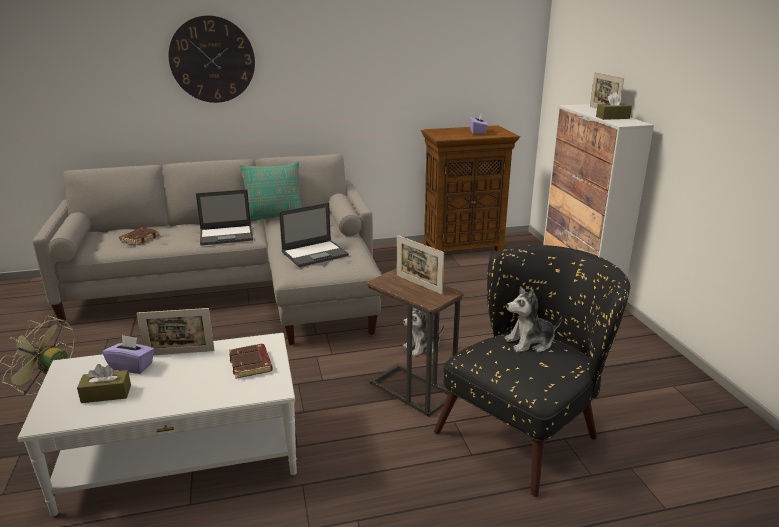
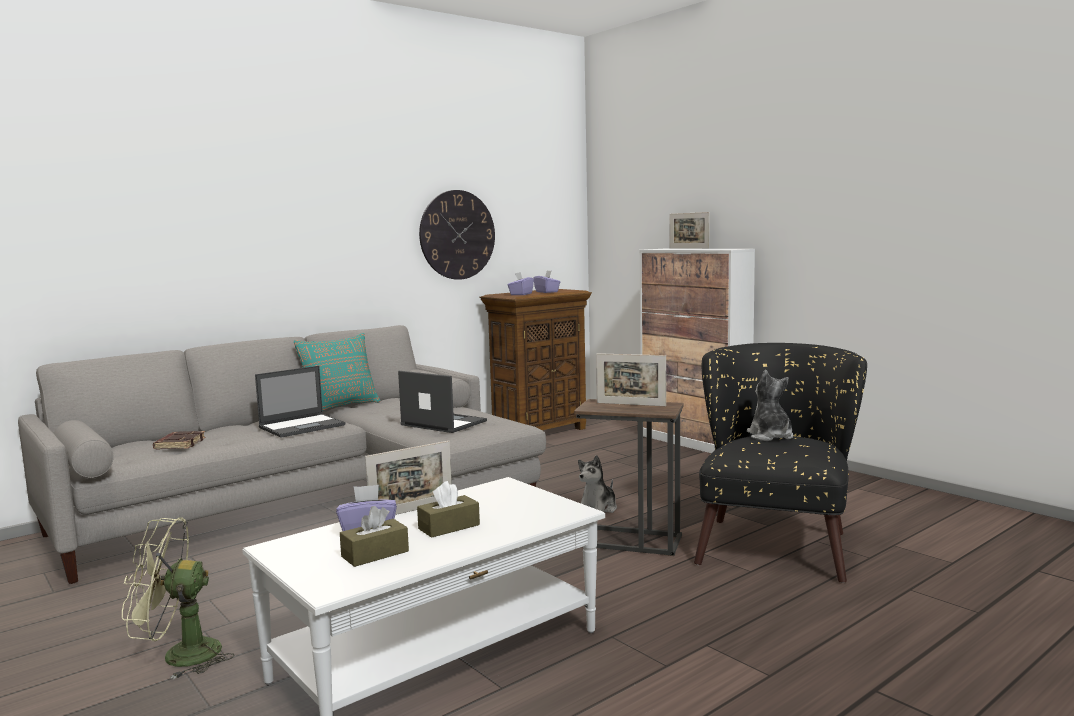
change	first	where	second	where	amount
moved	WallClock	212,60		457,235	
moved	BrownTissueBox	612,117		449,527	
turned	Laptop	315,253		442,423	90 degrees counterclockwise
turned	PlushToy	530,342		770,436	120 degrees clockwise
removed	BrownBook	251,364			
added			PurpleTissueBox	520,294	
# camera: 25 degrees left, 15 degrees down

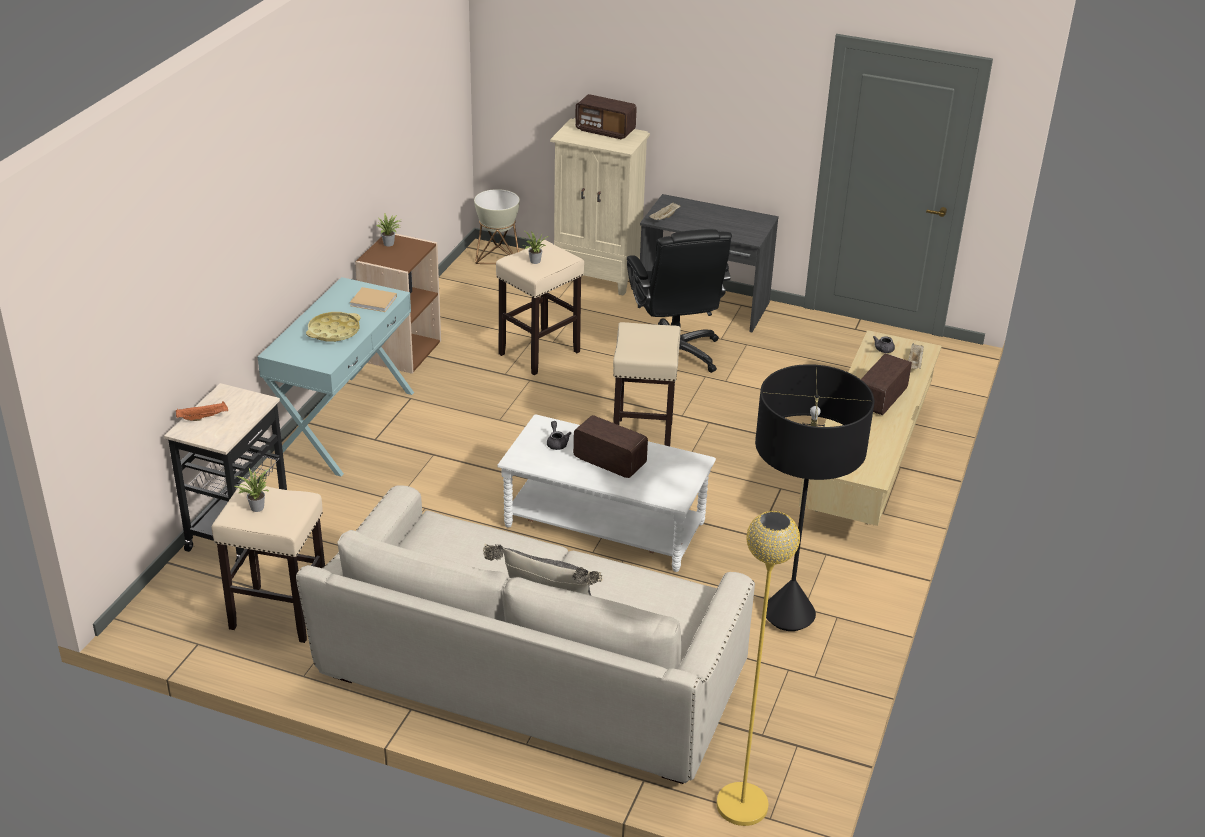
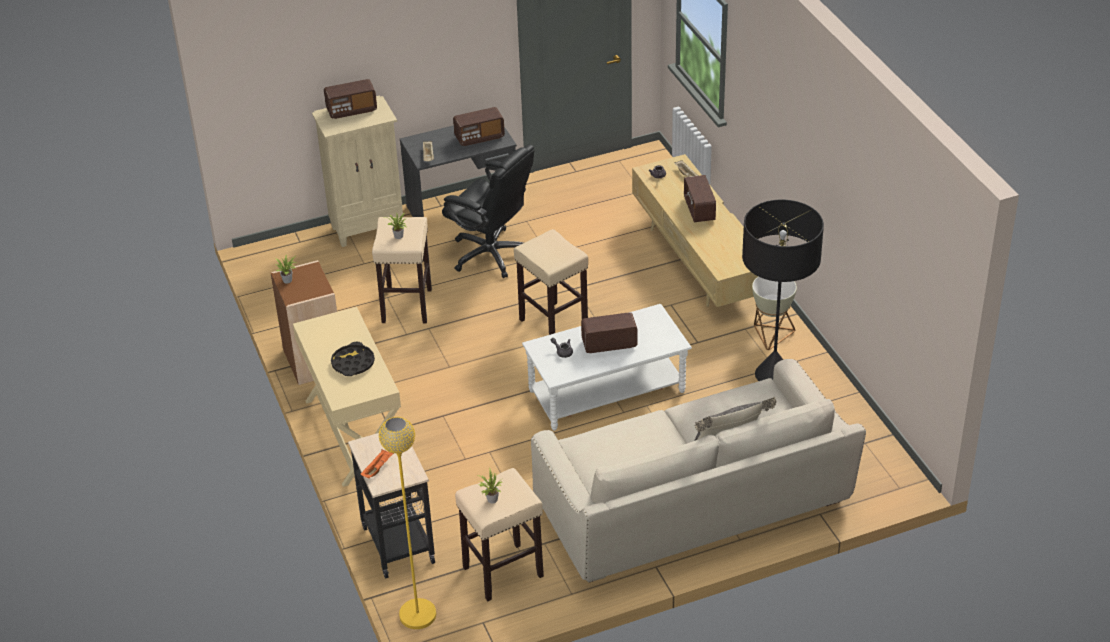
change	first	where	second	where	amount
moved	Planter	498,257		771,334	
recoloured	TurquoiseConsoleTable	344,424	BeigeConsoleTable	354,433	
removed	BeigeBook	374,301			
recoloured	YellowTray	334,331	BlackTray	353,363	
moved	YellowFloorLamp	741,805		417,615	
added			Radio	479,137	
# camera: 40 degrees left, 5 degrees up

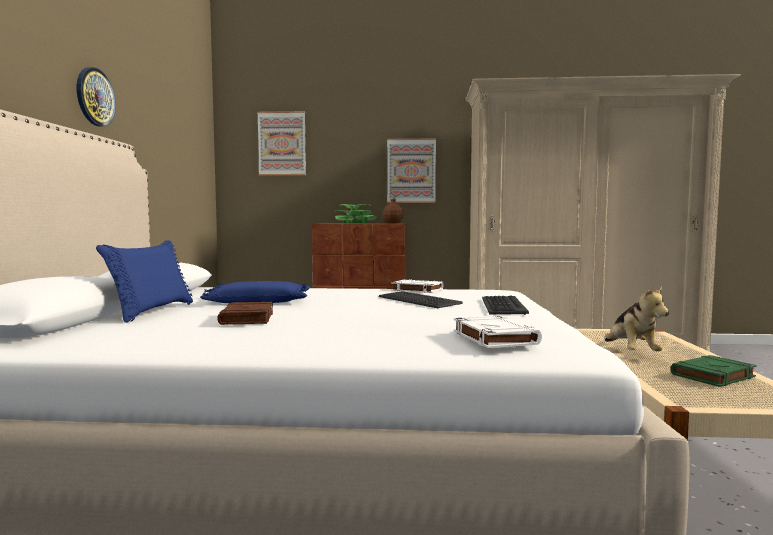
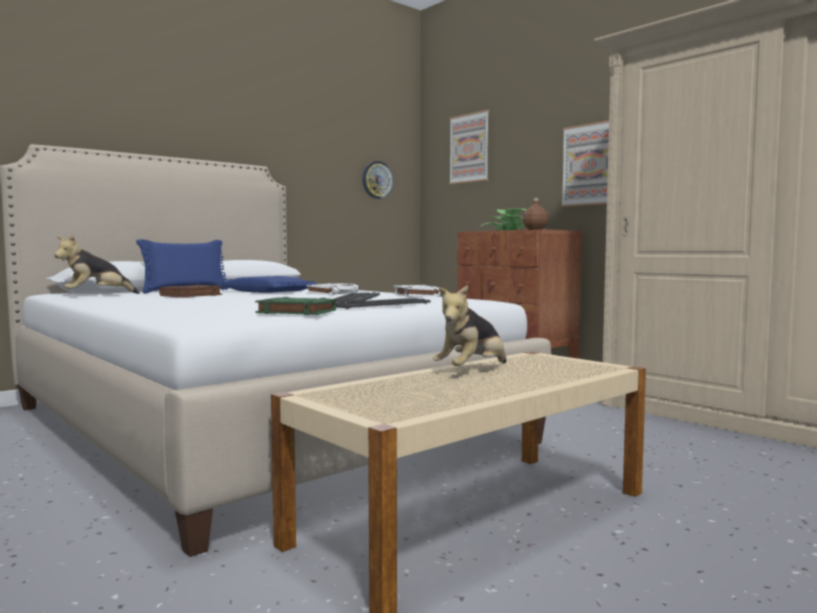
change	first	where	second	where	amount
moved	WallClock	95,97		377,180	
moved	WhiteBook	493,338		333,293	
moved	GreenBook	712,376		295,312	
added			PlushToy	96,295	
# camera: 45 degrees right, 0 degrees up

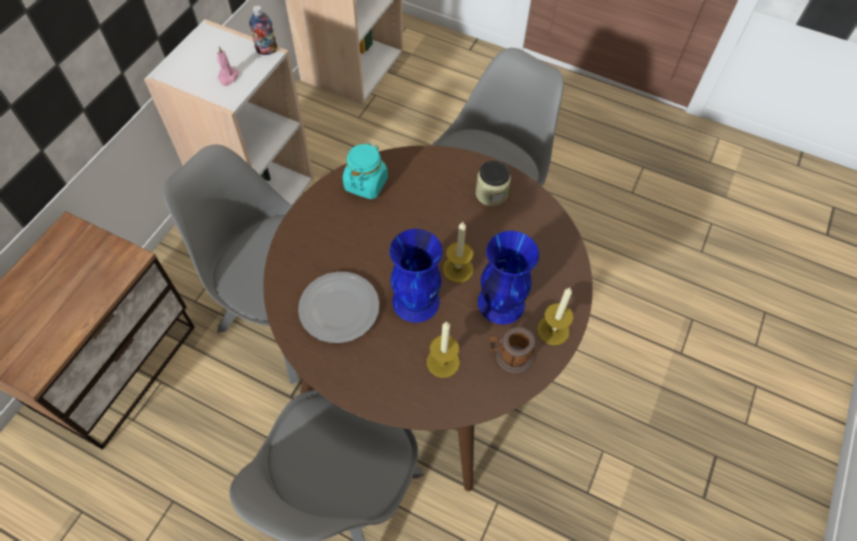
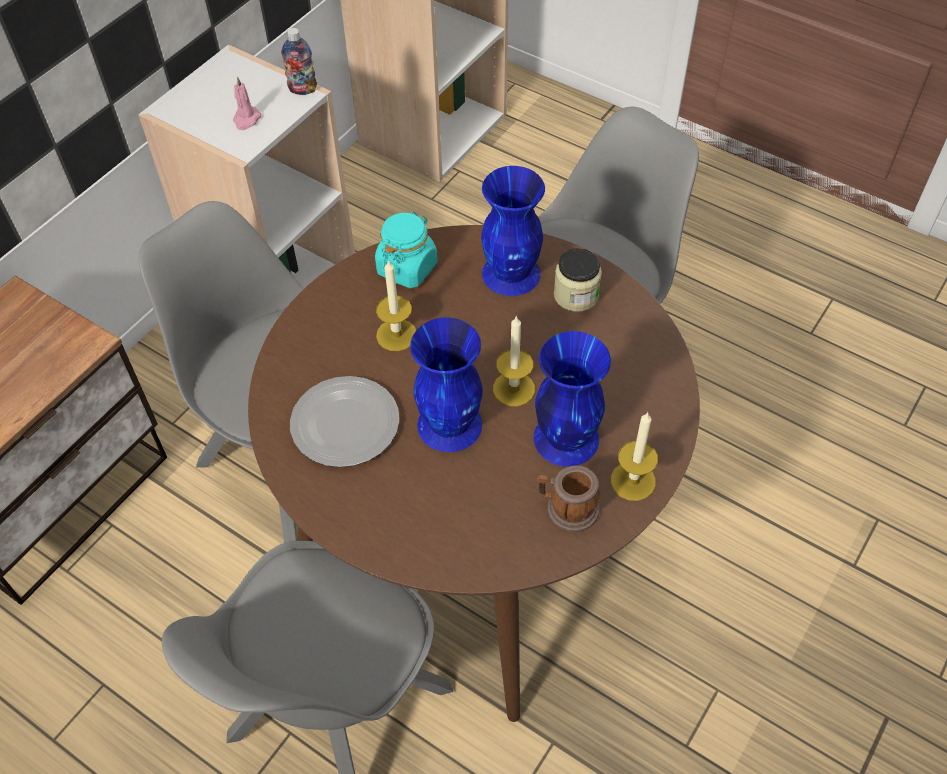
change	first	where	second	where	amount
moved	Candle	443,362		396,335	
added			BlueVase	511,274	
# camera: 10 degrees right, 5 degrees down

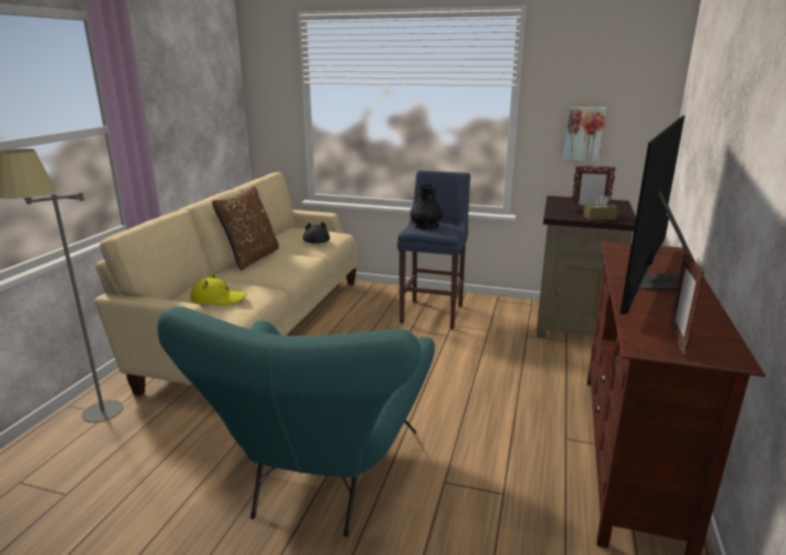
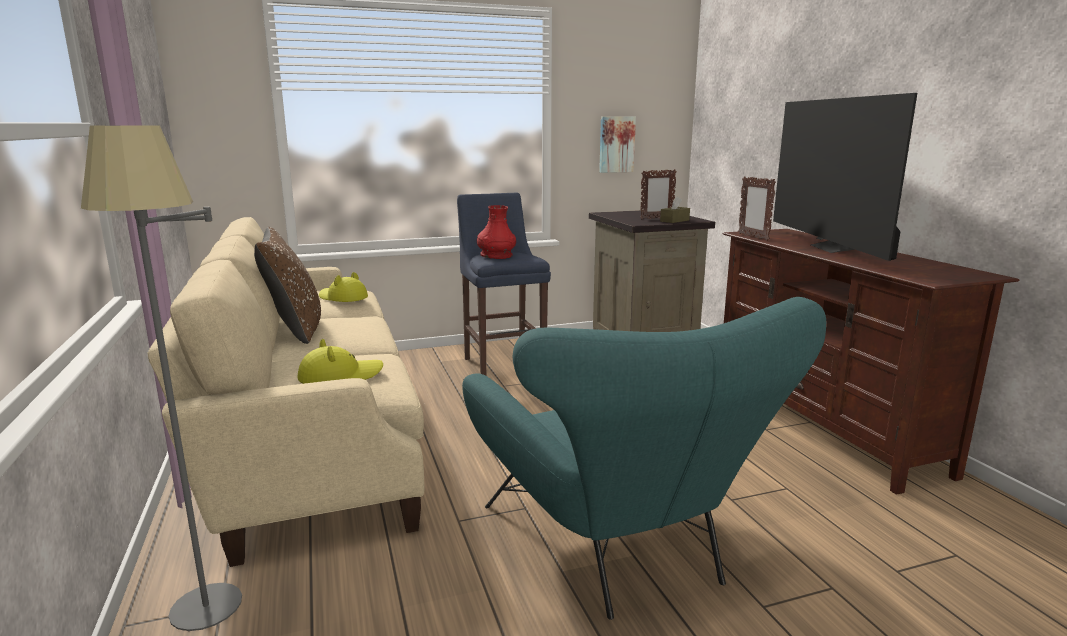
change	first	where	second	where	amount
recoloured	BlackVase	425,225	RedVase	496,256	
recoloured	BlackHat	315,239	YellowHat	342,298	
moved	PictureFrame	677,341		753,237	
# camera: 35 degrees left, 5 degrees down

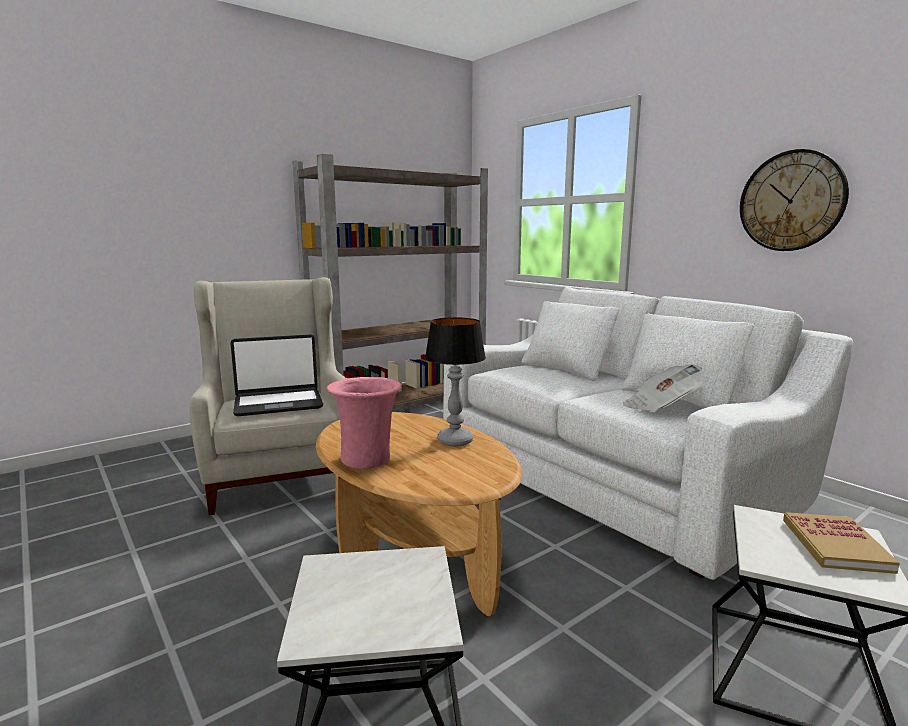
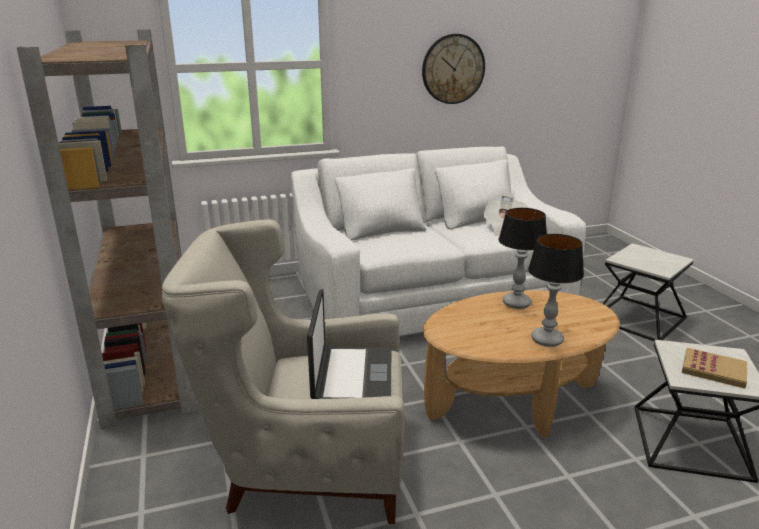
change	first	where	second	where	amount
replaced	PinkVase	367,459	TableLamp	546,340	
moved	Book	835,545		713,370	
# camera: 70 degrees left, 10 degrees up

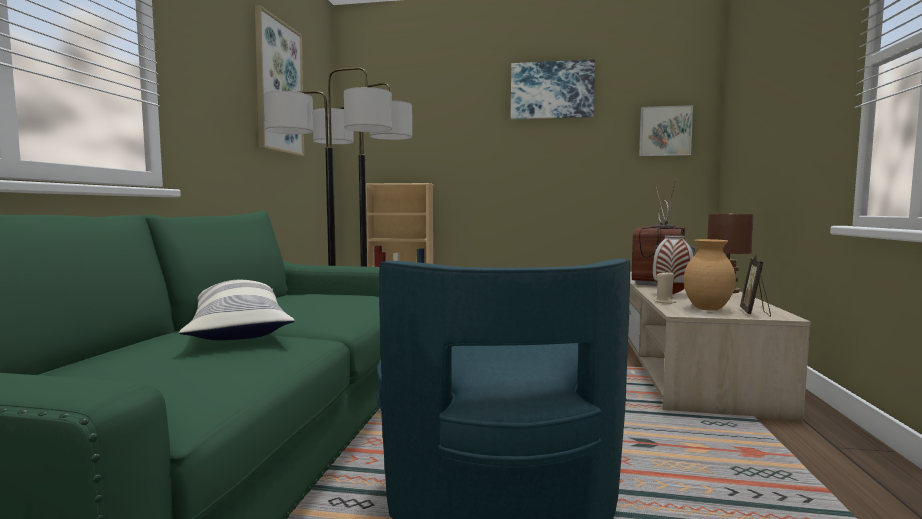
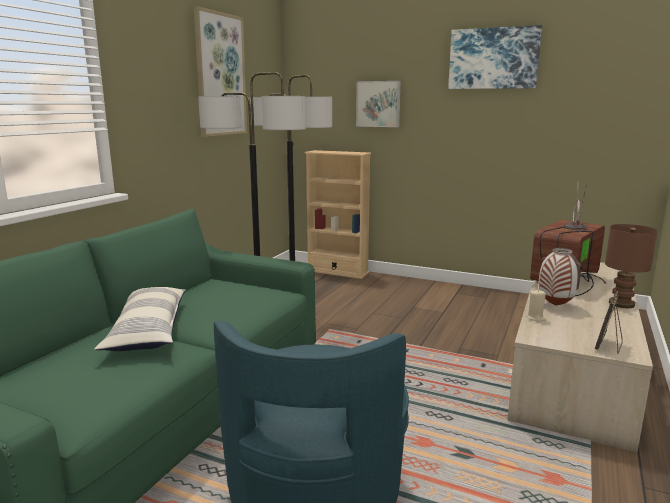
change	first	where	second	where	amount
moved	Picture	664,131		378,104	
removed	BrownVase	708,309			
# camera: 15 degrees right, 10 degrees up

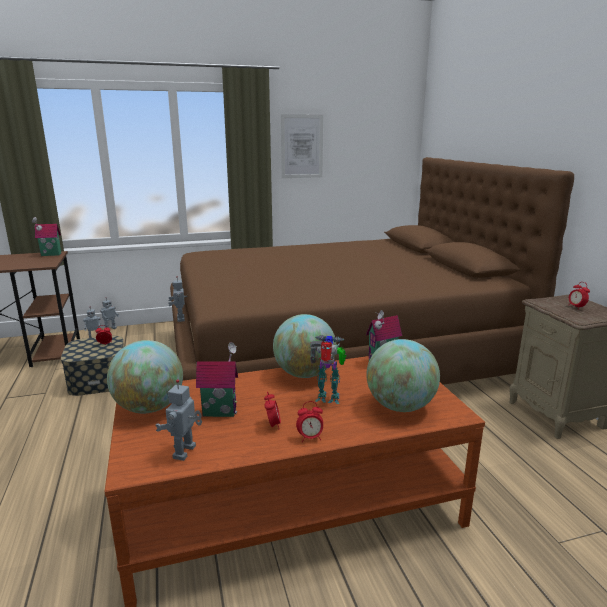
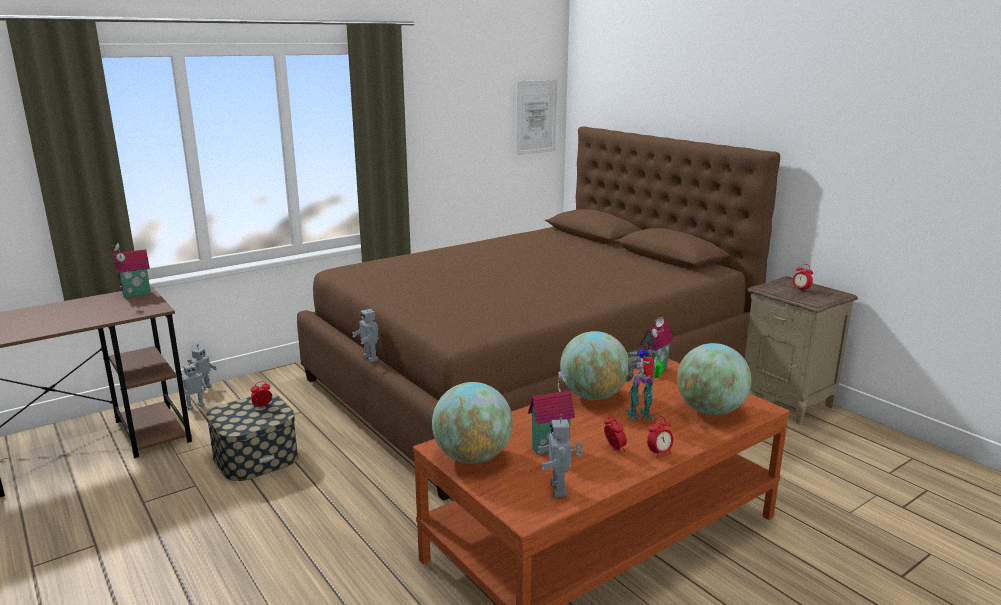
change	first	where	second	where	amount
moved	Picture	301,146		536,117	
# camera: 20 degrees left, 0 degrees up

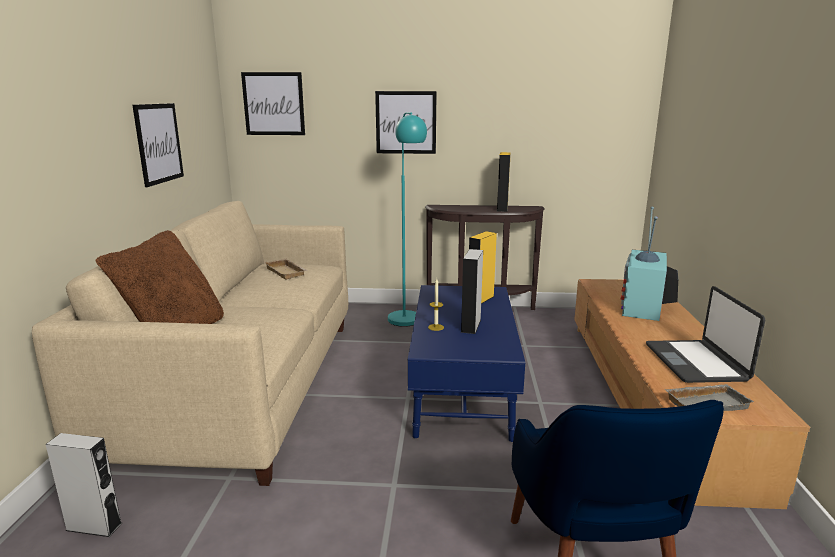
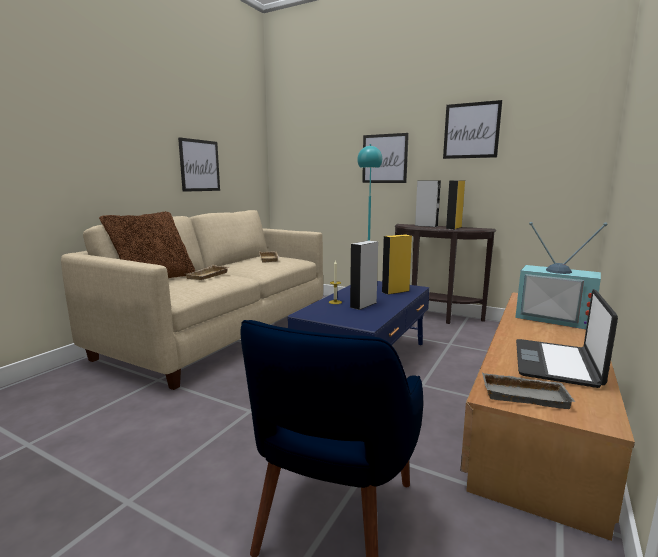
change	first	where	second	where	amount
moved	Picture	273,104		471,130	
turned	Television	645,307		555,318	105 degrees counterclockwise
moved	GreySpeaker	94,526		426,226	
added			BeigeTray	208,276	
# camera: 25 degrees right, 5 degrees down

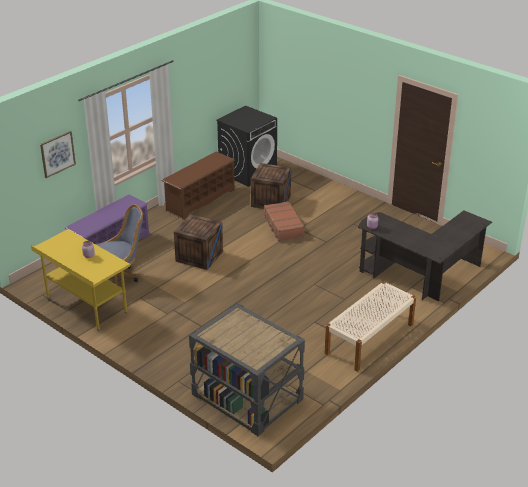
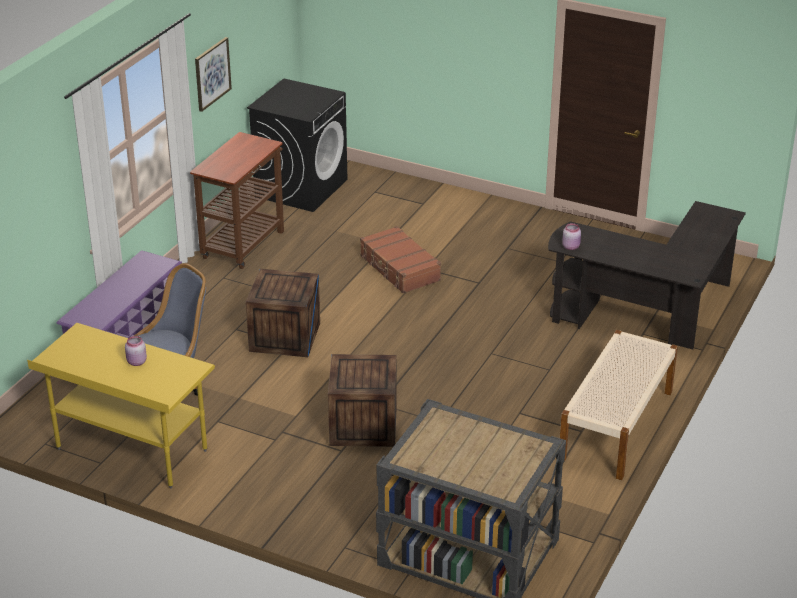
change	first	where	second	where	amount
moved	Picture	57,154		212,73	
replaced	BrownShoeRack	200,200	BrownCart	243,244	
moved	Crate	271,201		363,425	
# camera: 15 degrees left, 0 degrees up

